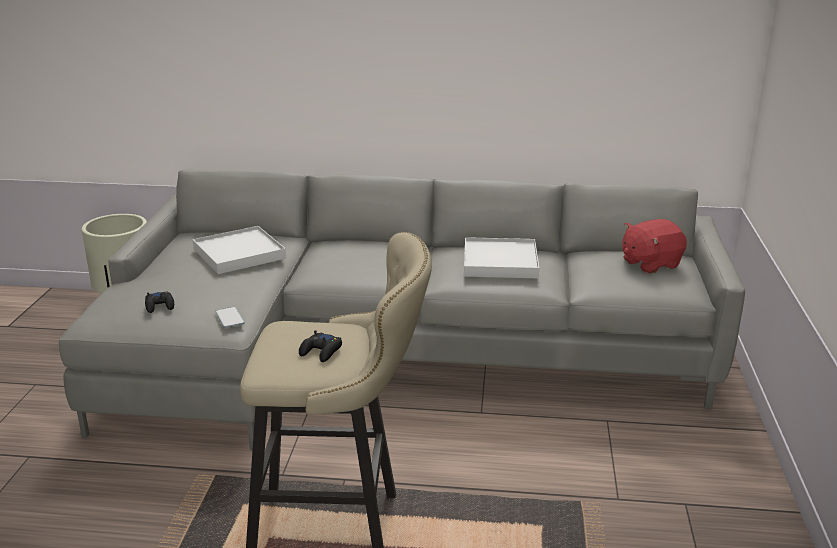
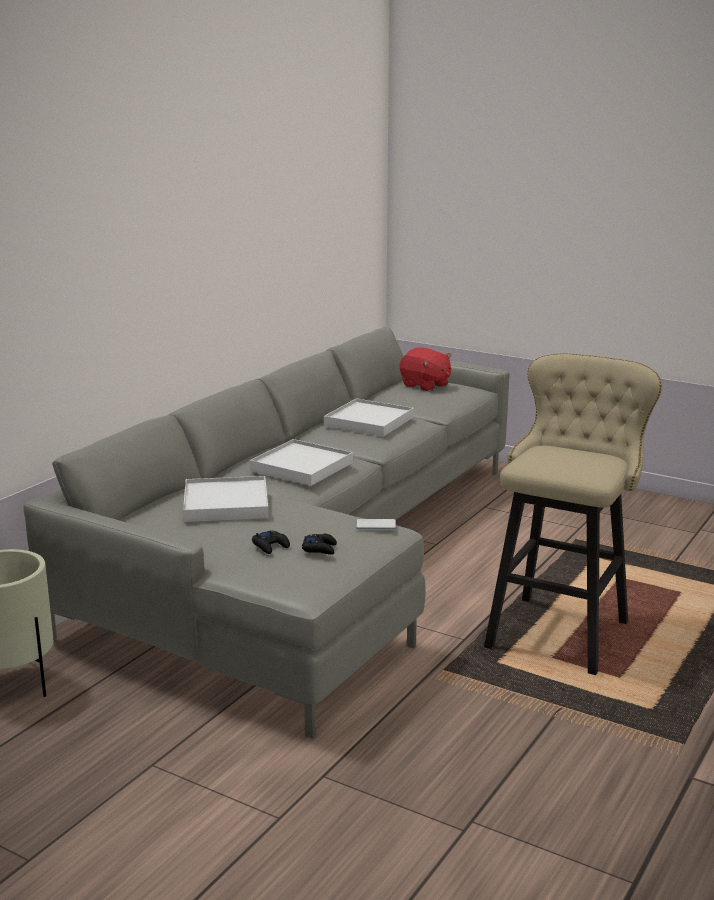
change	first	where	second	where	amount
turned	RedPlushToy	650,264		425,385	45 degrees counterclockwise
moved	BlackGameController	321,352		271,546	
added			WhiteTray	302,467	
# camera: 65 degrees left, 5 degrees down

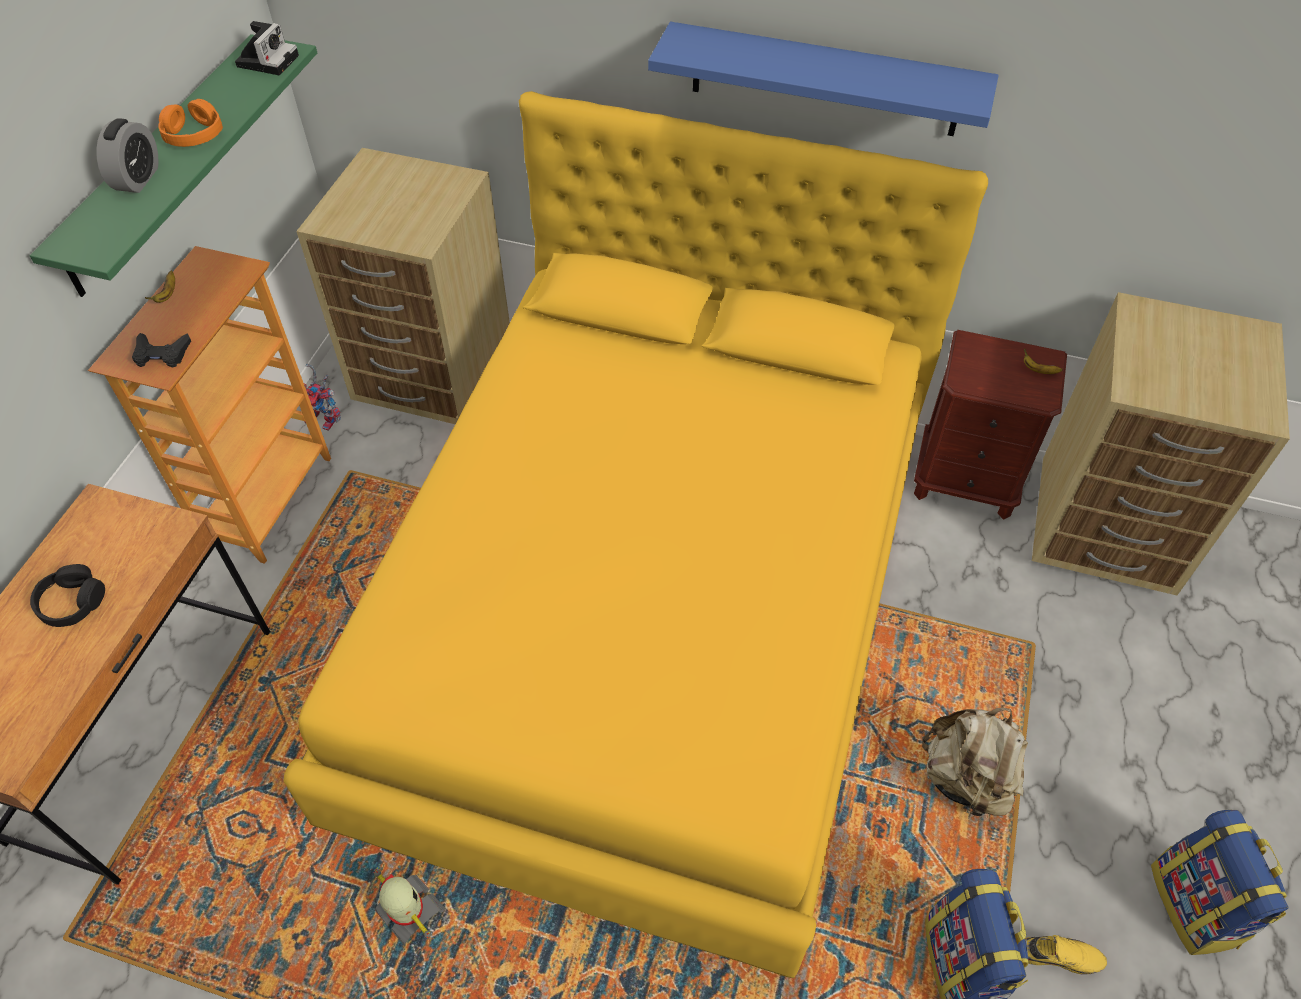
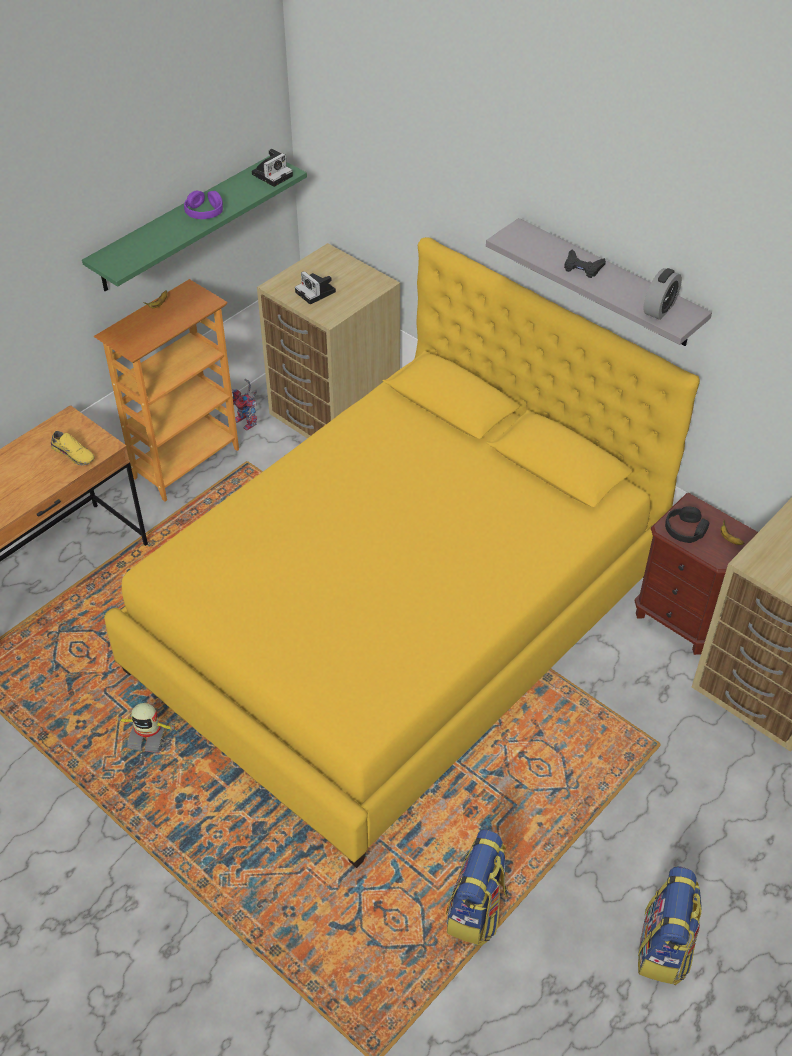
change	first	where	second	where	amount
recoloured	BlueShelf	825,80	GreyShelf	608,283	
recoloured	OrangeHeadphones	194,134	PurpleHeadphones	204,211	
moved	AlarmClock	138,179		659,309	
moved	BlackGameController	162,354		582,267	
moved	BlackHeadphones	72,602		685,530	
removed	BeigeBackpack	966,779			
turned	ToyRobot	409,912		149,736	120 degrees clockwise
moved	YellowShoe	1059,955		74,454	
added			PhotoCamera	316,292	
# camera: 25 degrees right, 5 degrees down

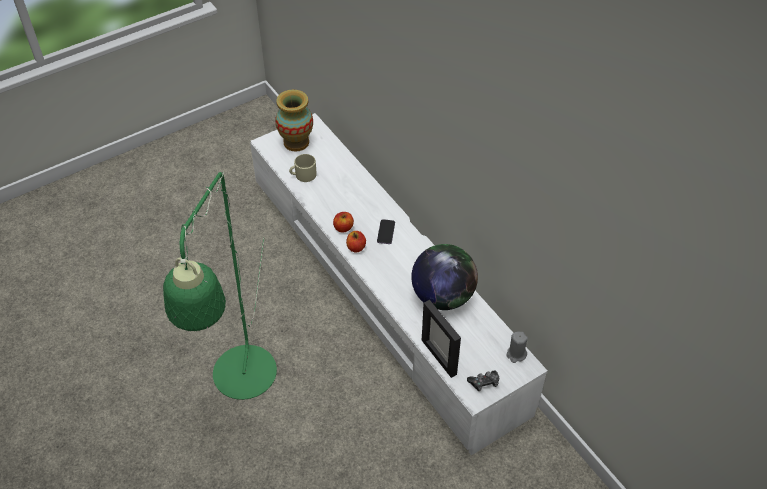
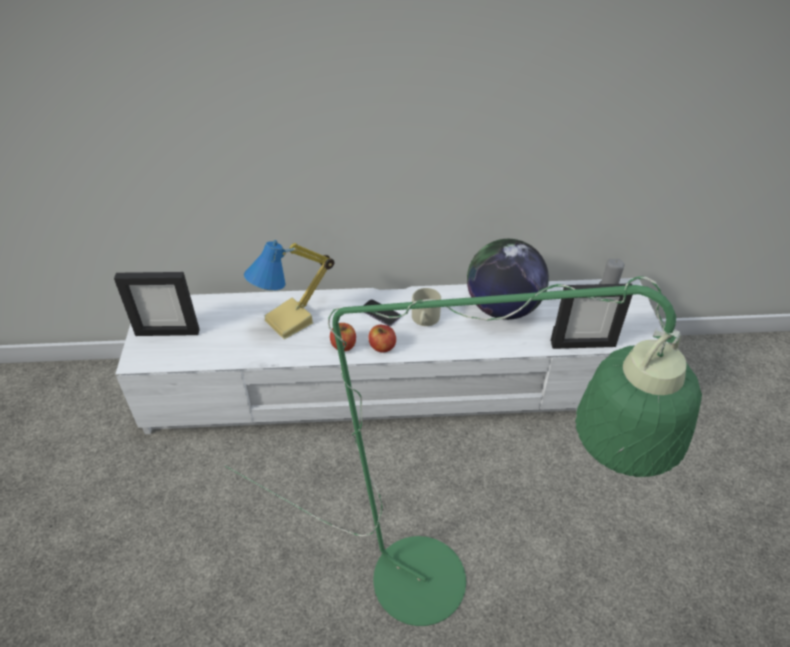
change	first	where	second	where	amount
replaced	Vase	296,142	PictureFrame	168,331	
moved	BeigeMug	303,175		425,319	
removed	GameController	484,383			
added			TableLamp	290,322	
# camera: 60 degrees left, 5 degrees down

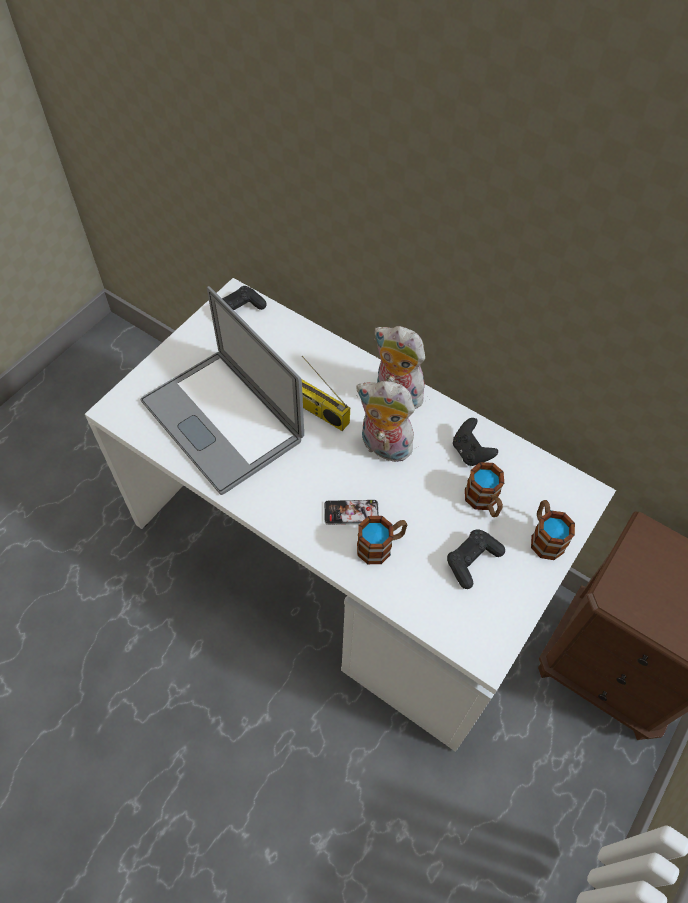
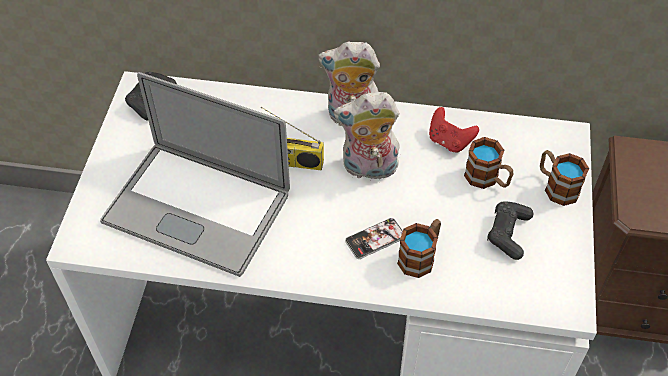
change	first	where	second	where	amount
recoloured	BlackGameController	470,452	RedGameController	449,141	
# camera: 25 degrees left, 5 degrees down

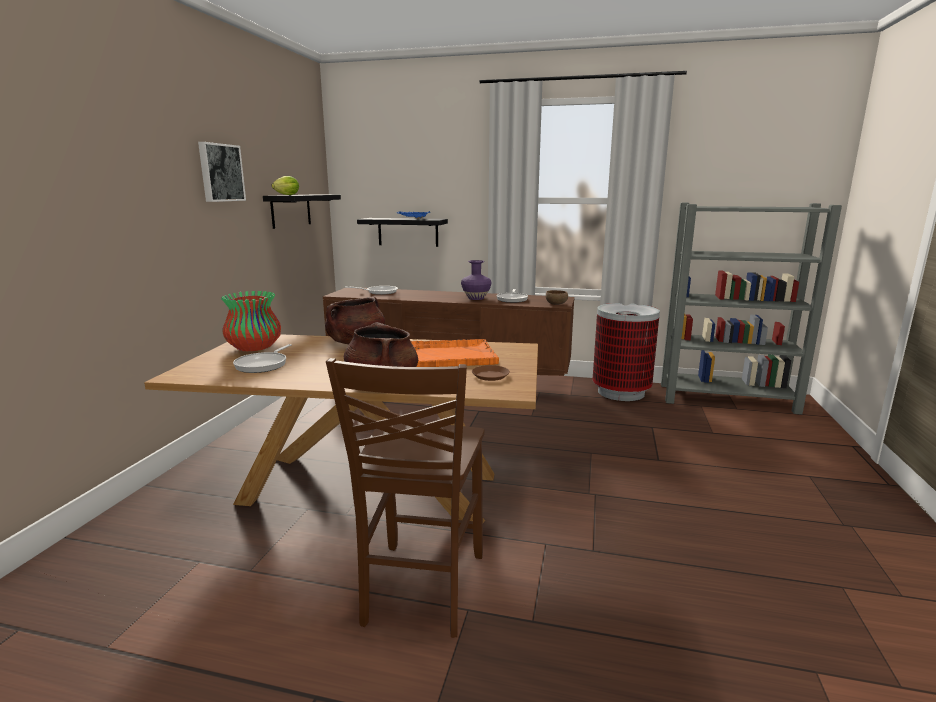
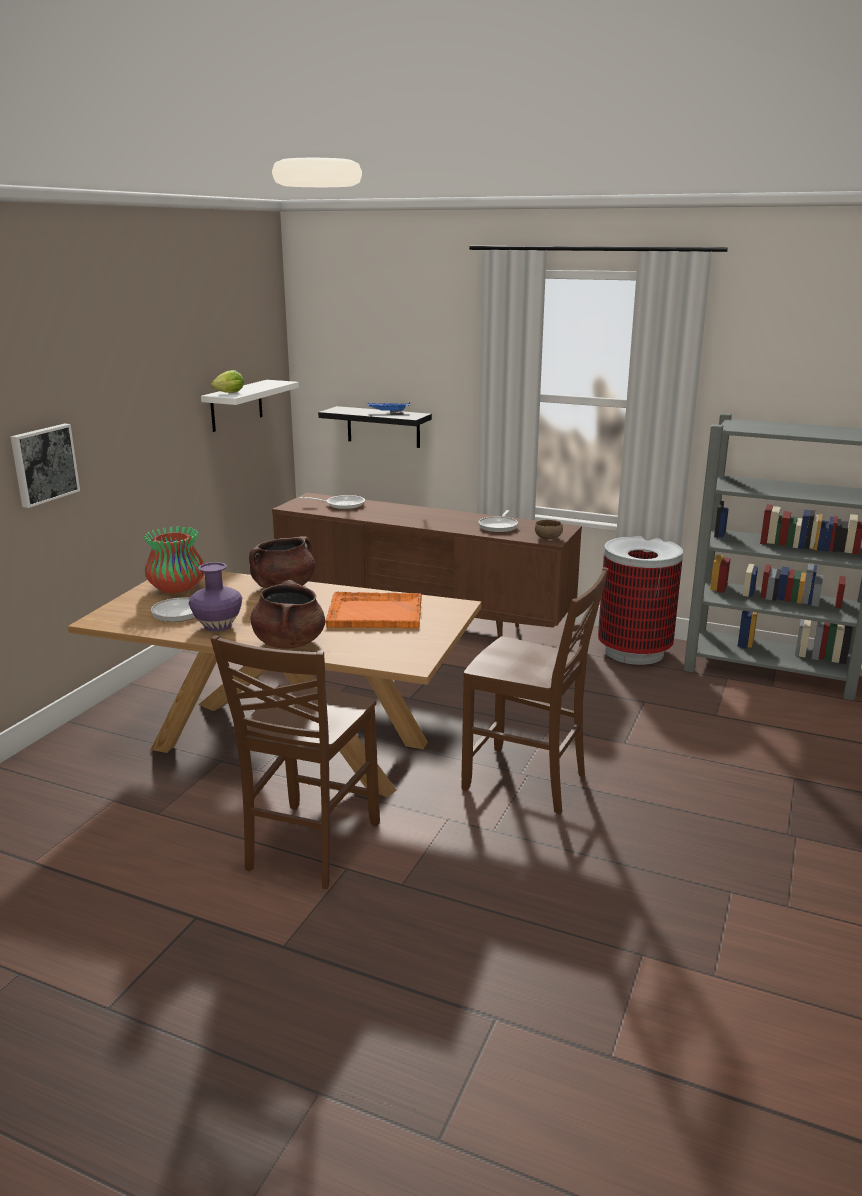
change	first	where	second	where	amount
moved	Picture	220,172		43,464	
recoloured	BlackShelf	291,210	WhiteShelf	236,405	
moved	PurpleVase	476,298		218,625	
removed	BrownPlate	490,376			
added			BrownChair	527,782	
# camera: 10 degrees right, 5 degrees up

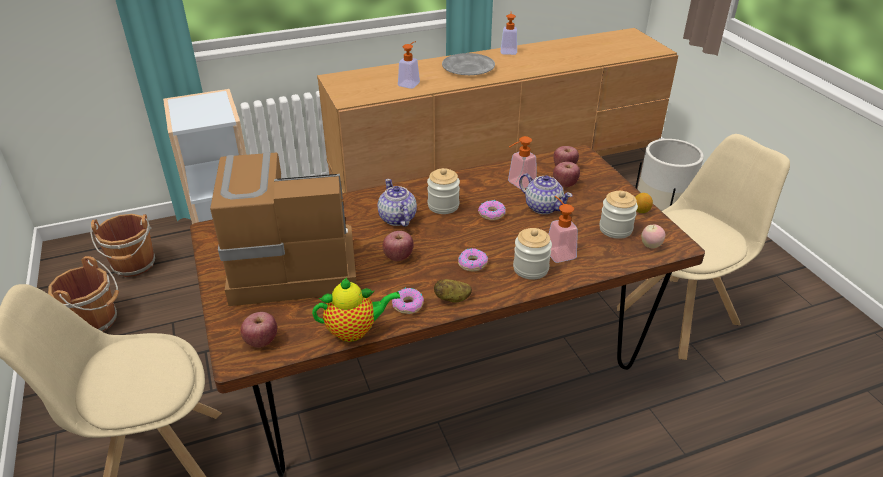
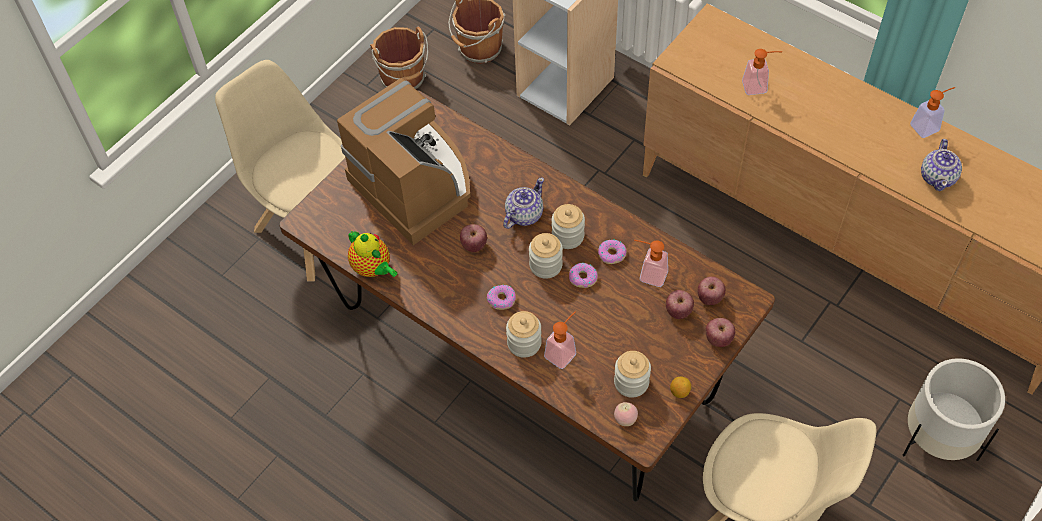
change	first	where	second	where	amount
removed	GreyPlate	468,68			
moved	Teapot	543,207		938,177	
removed	Potato	452,299			
moved	Donut	408,305		612,254	
moved	Apple	261,341		718,339	
added			Jar	545,265	
# camera: 60 degrees right, 20 degrees up

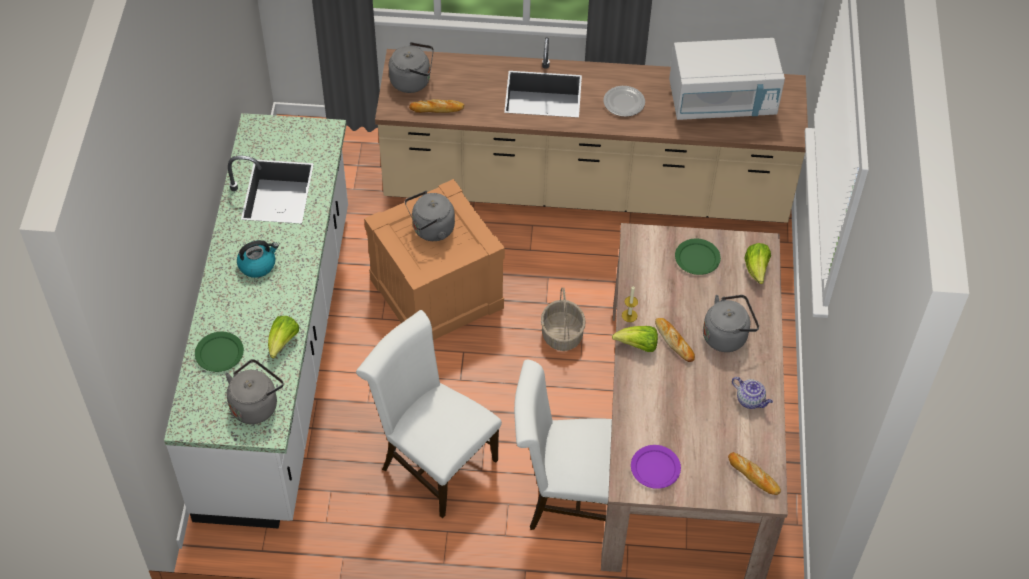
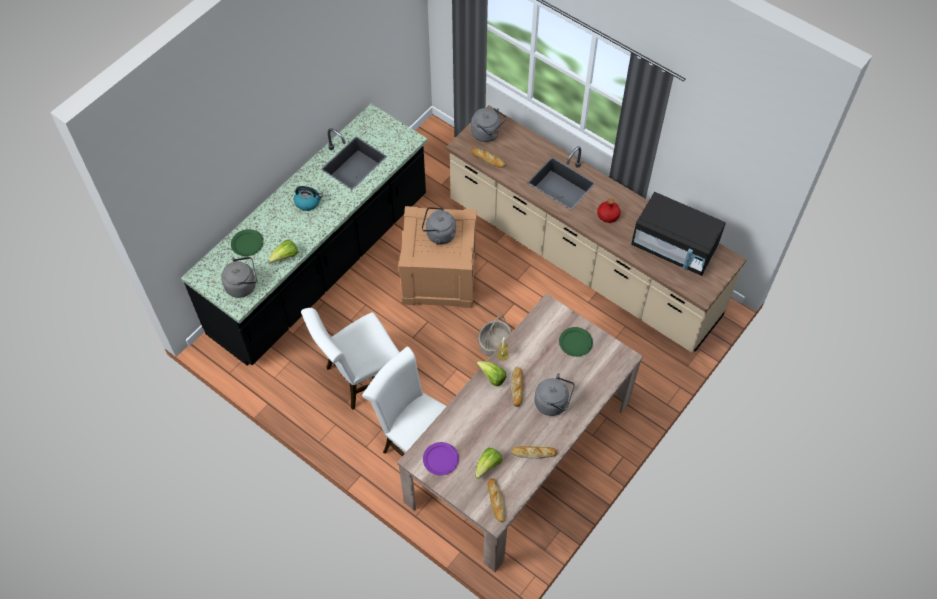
change	first	where	second	where	amount
recoloured	WhiteMicrowave	722,101	BlackMicrowave	674,248	
replaced	Plate	624,103	RedBottle	608,215	
recoloured	WhiteCounter	278,358	BlackCounter	321,265	
moved	Lettuce	756,269		488,466	
turned	WhiteChair	433,461		359,377	105 degrees counterclockwise
replaced	Teapot	750,400	Bread	534,453	
# camera: 35 degrees right, 5 degrees up

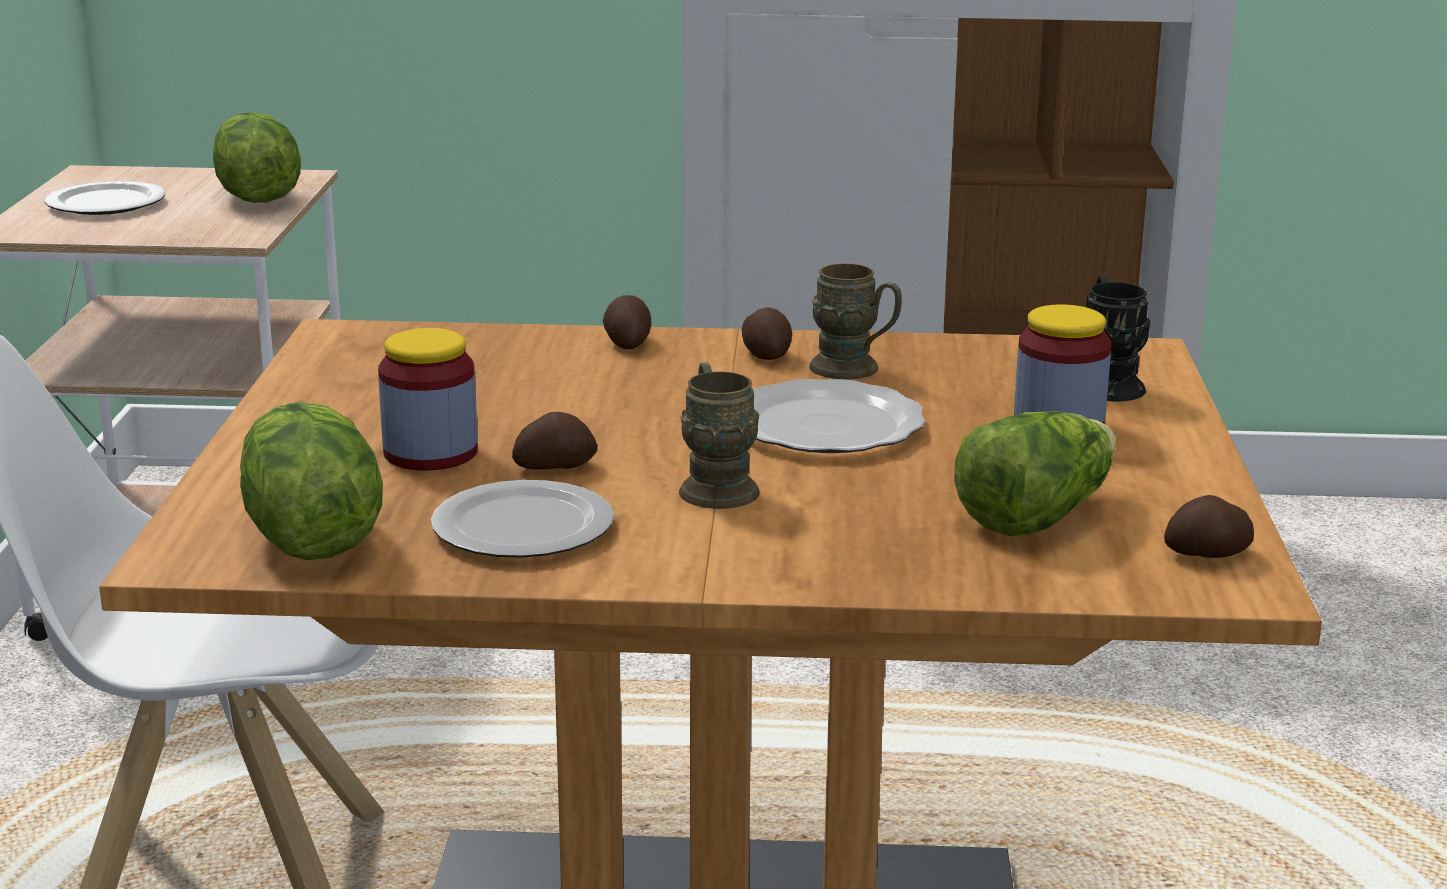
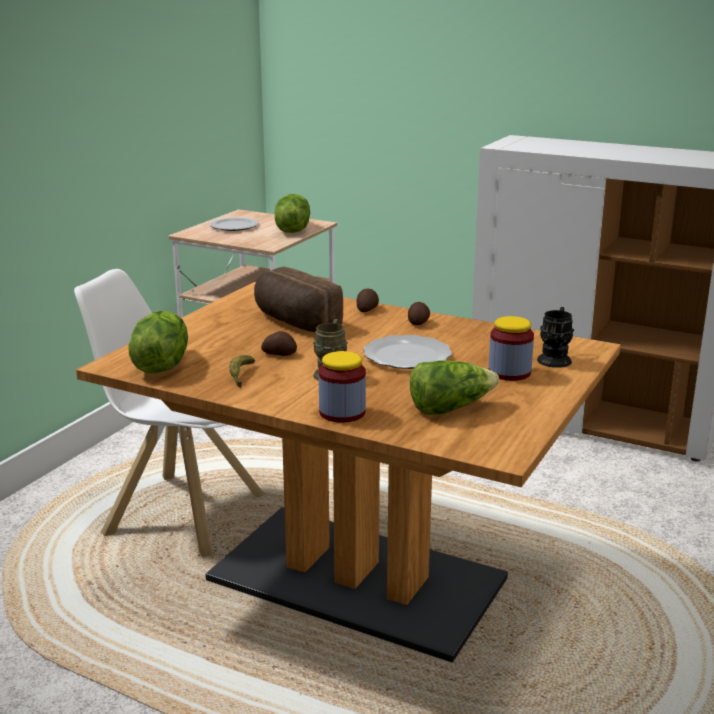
change	first	where	second	where	amount
removed	BrownMug	855,370			
moved	Jar	430,453		342,412	
replaced	Plate	525,528	Banana	241,376	
removed	Potato	1209,554			
added			Bread	294,322	
# camera: 25 degrees right, 0 degrees up

